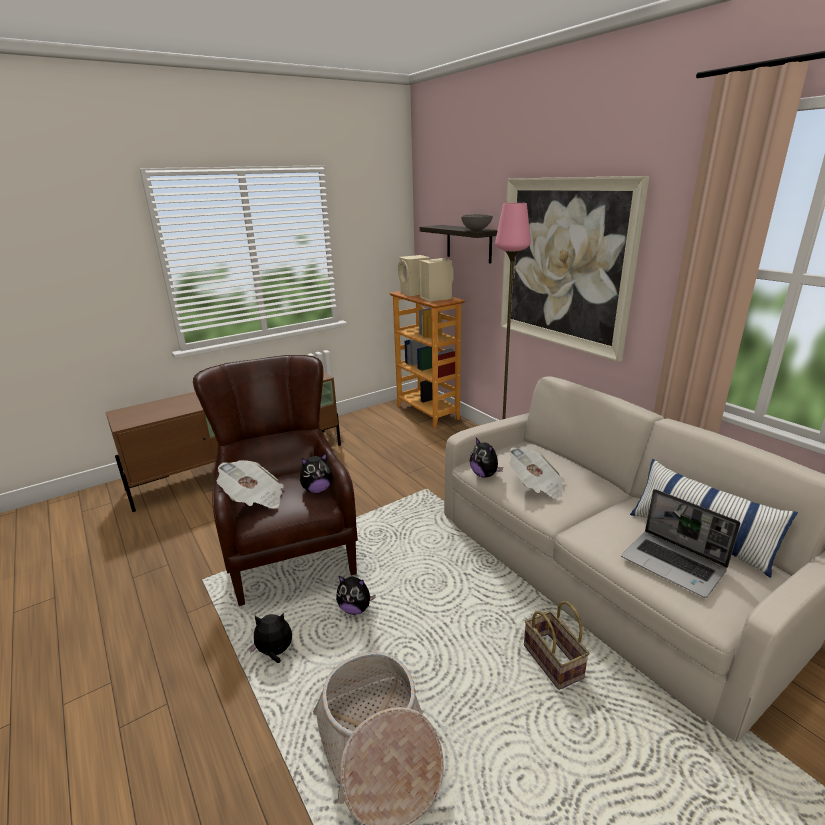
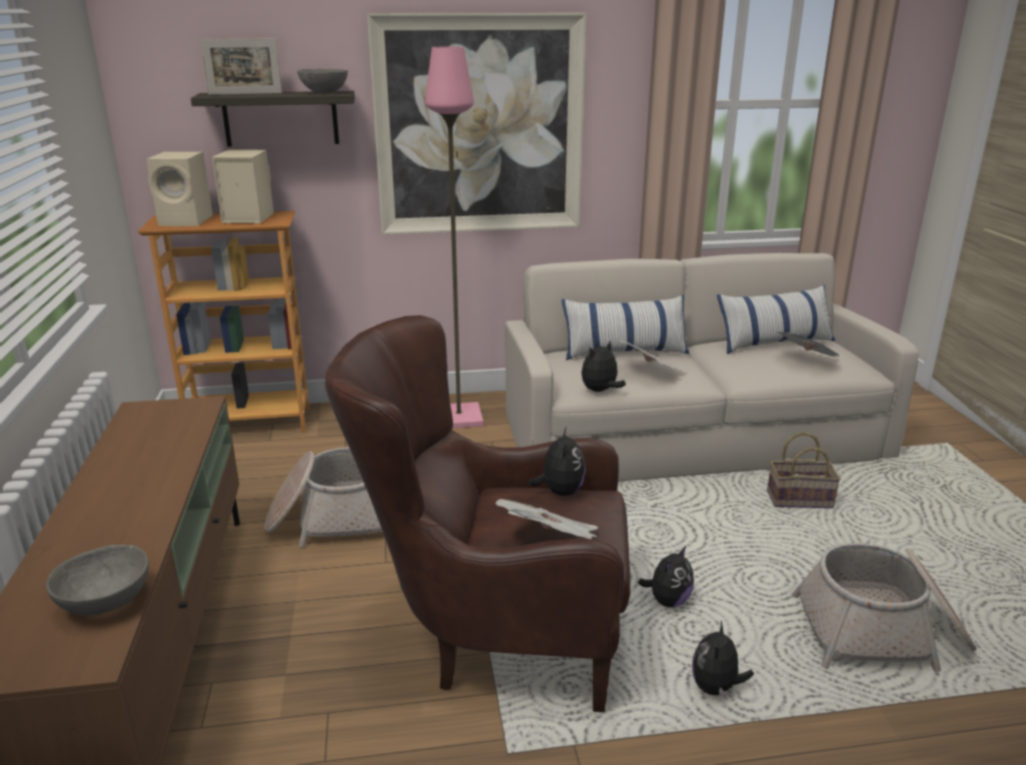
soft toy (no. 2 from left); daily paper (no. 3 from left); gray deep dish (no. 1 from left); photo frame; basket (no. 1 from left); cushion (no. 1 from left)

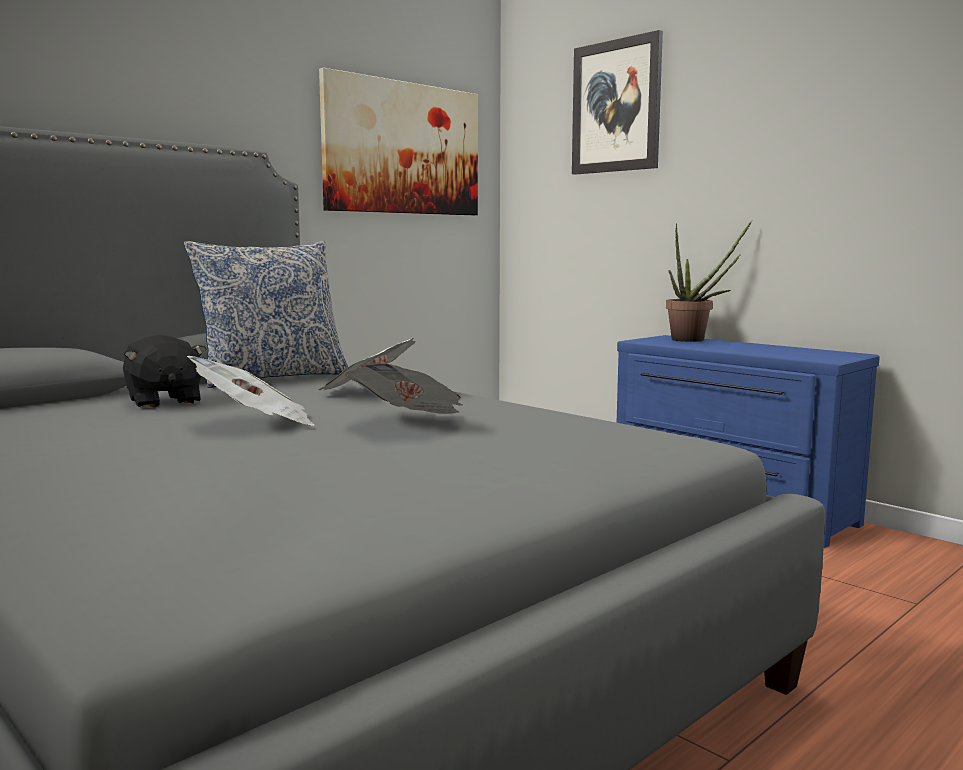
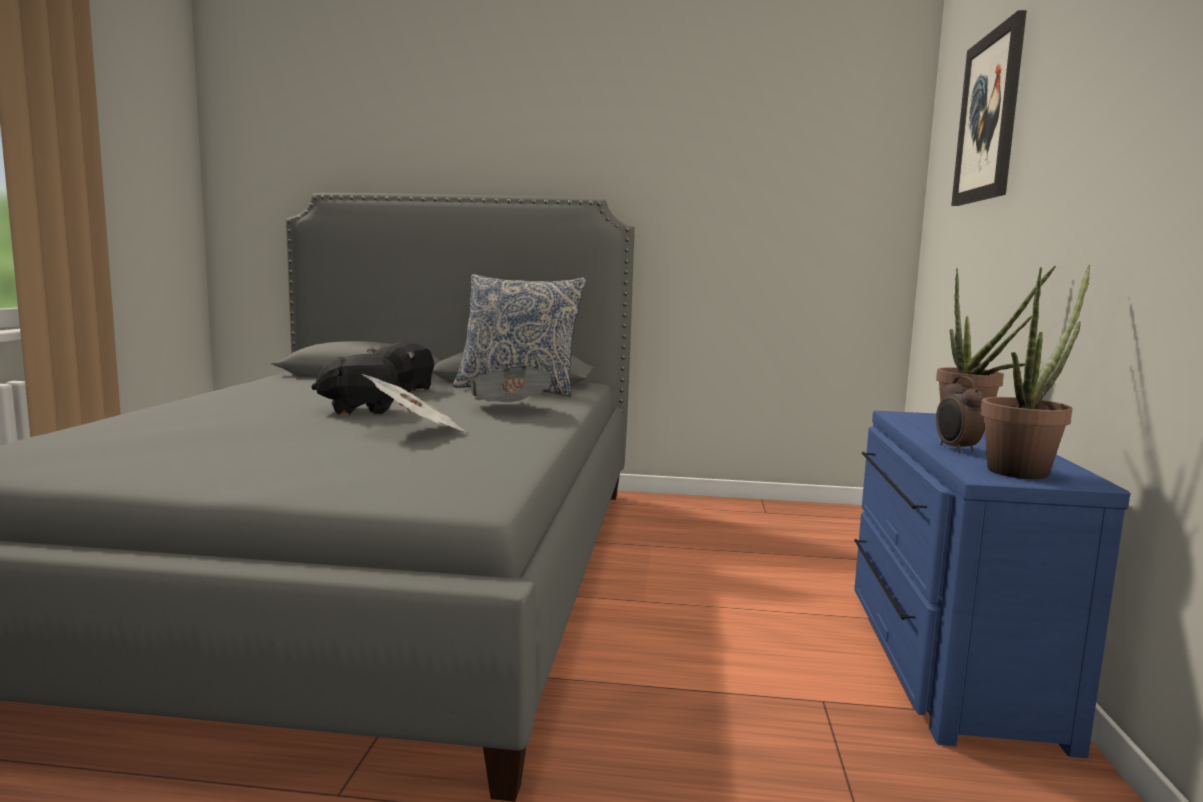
black-coloured soft toy (no. 1 from left); picture (no. 1 from left in the first image); bedside clock; plant in a pot (no. 2 from left)

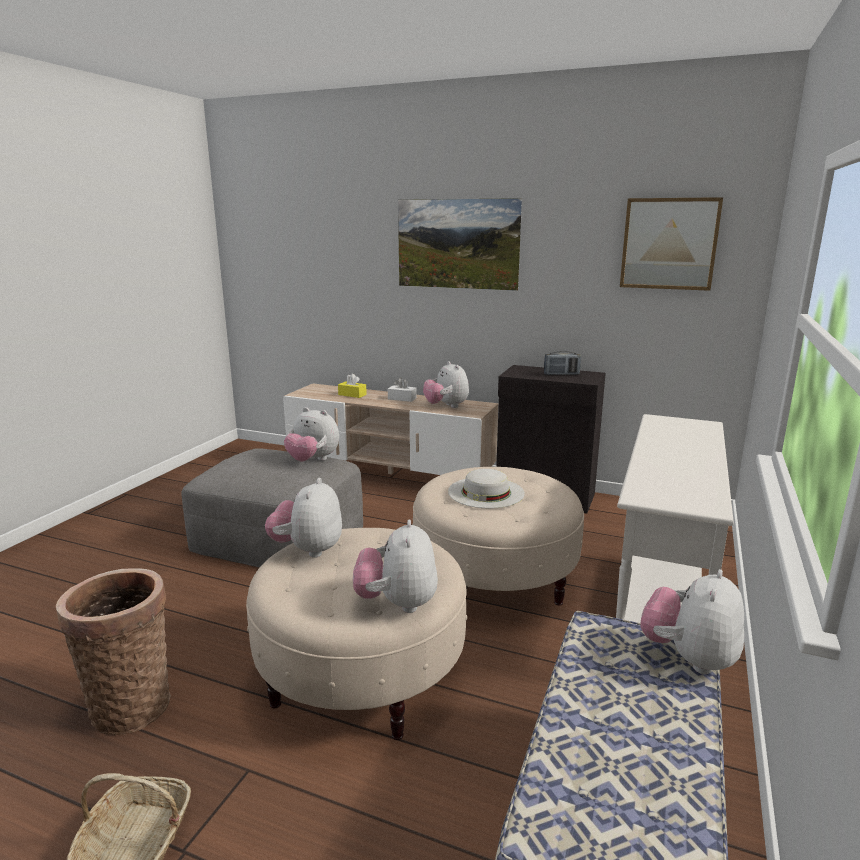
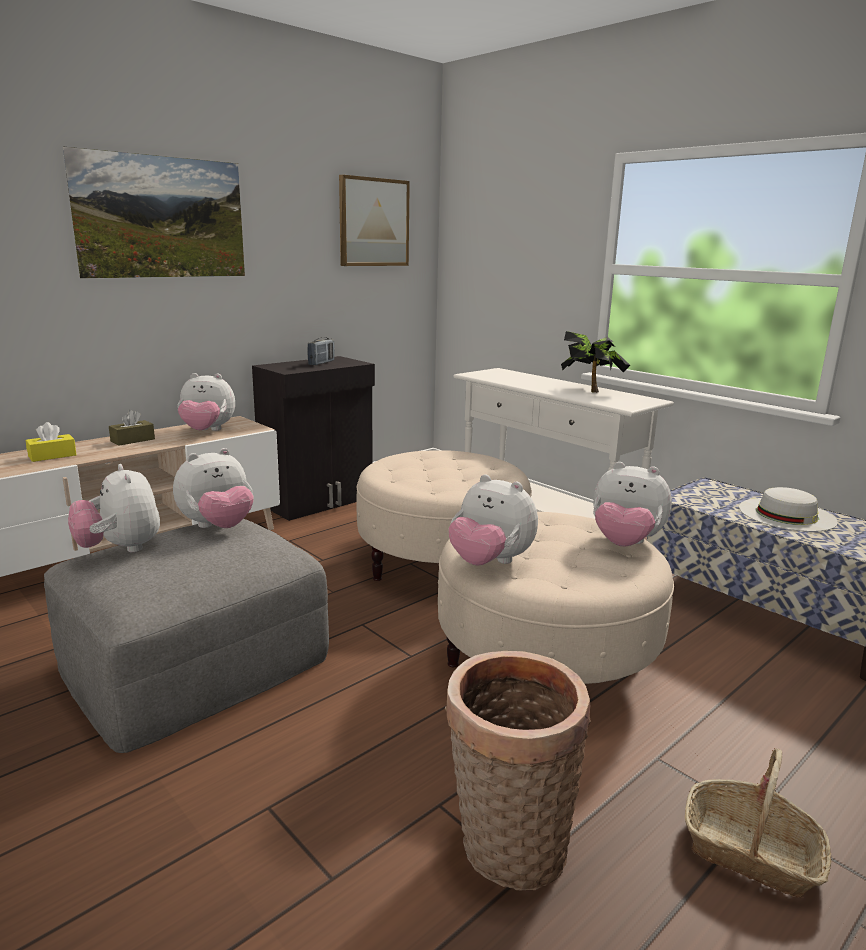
brownish tissue box; white clothing hat; soft toy (no. 1 from left); plant in a pot

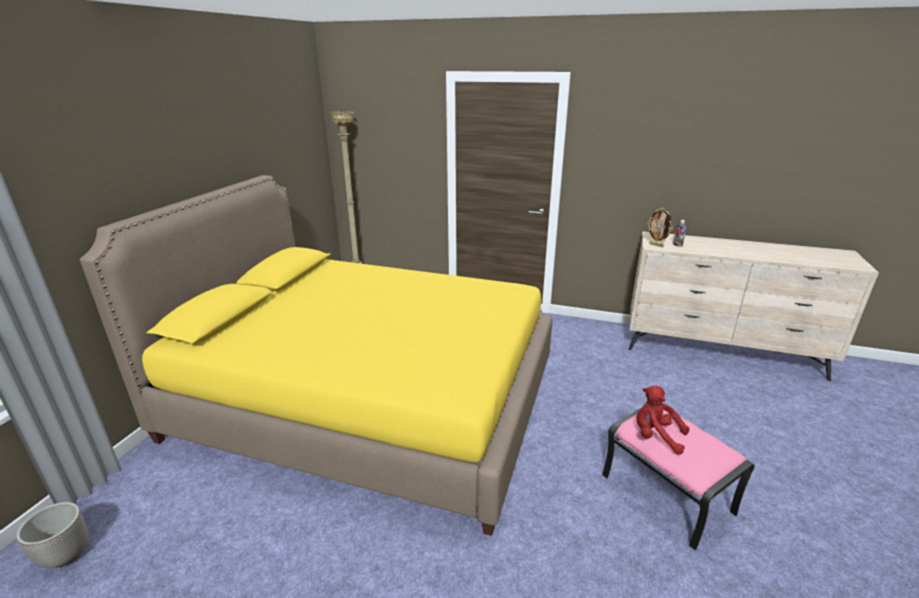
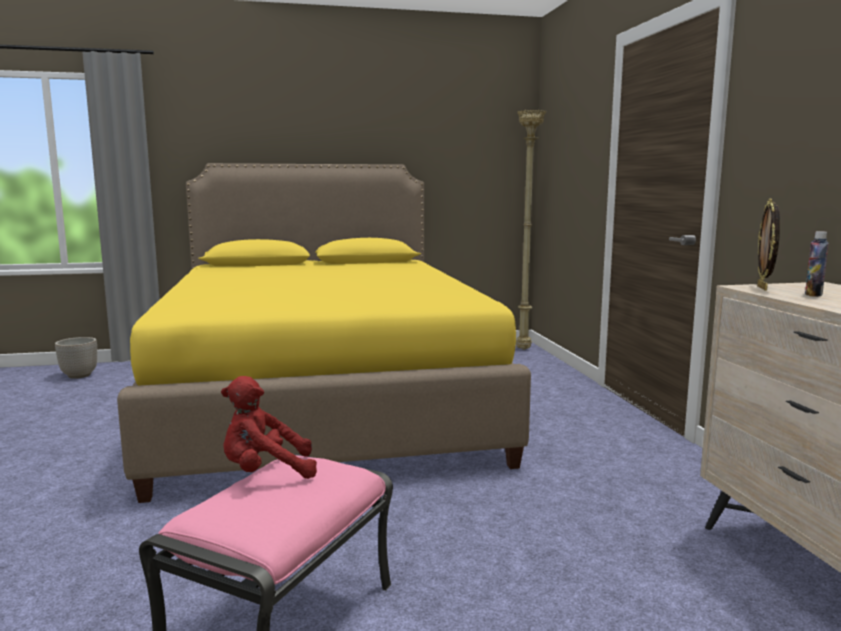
red soft toy

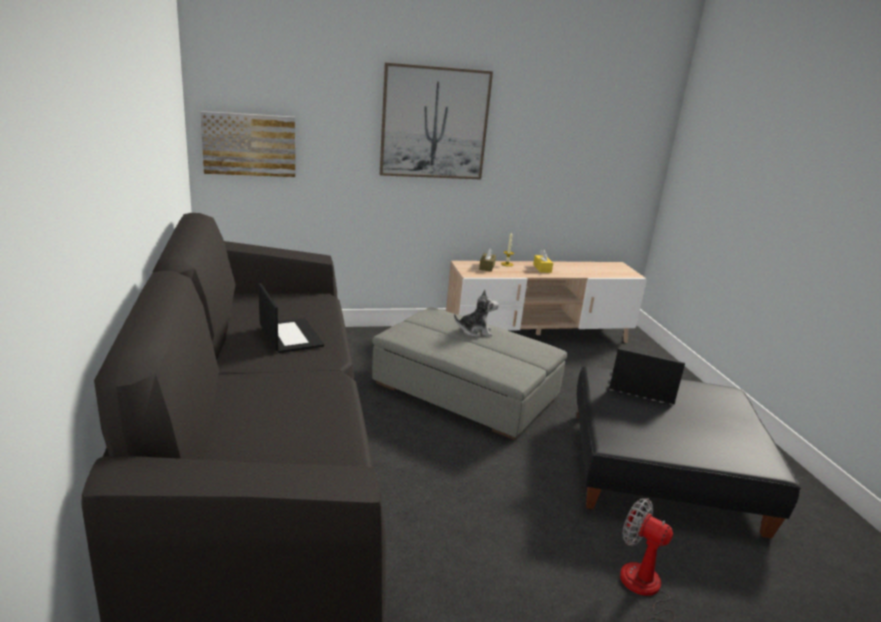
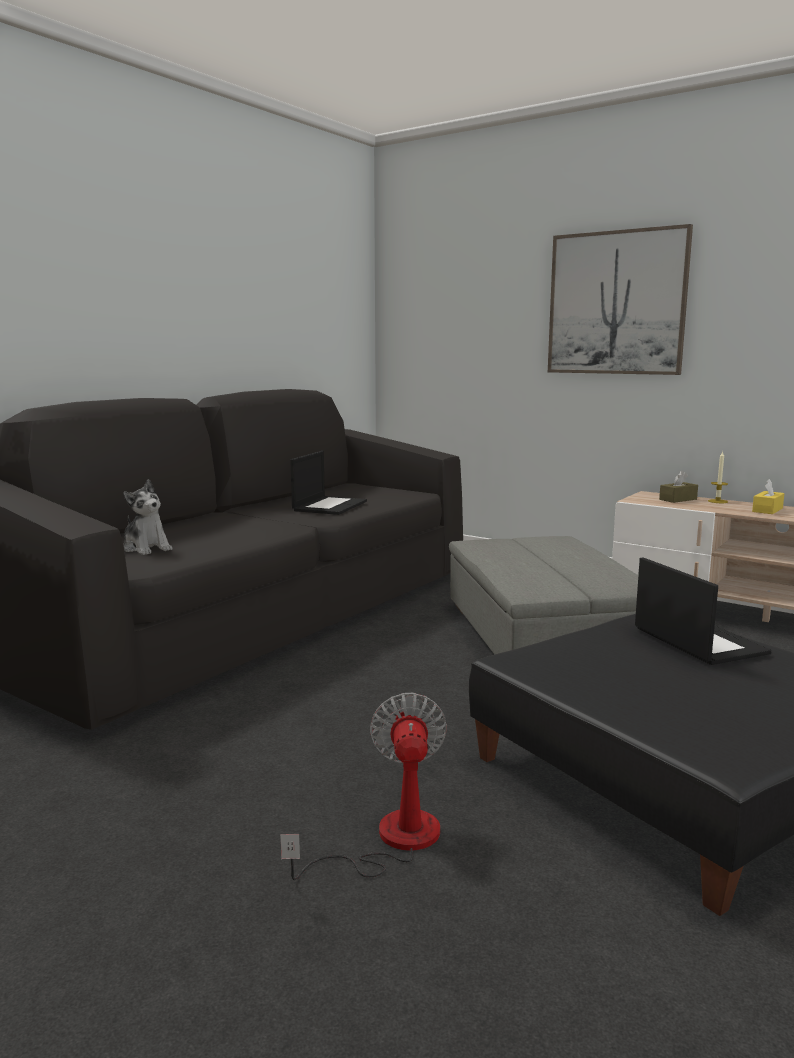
picture (no. 1 from left in the first image); soft toy

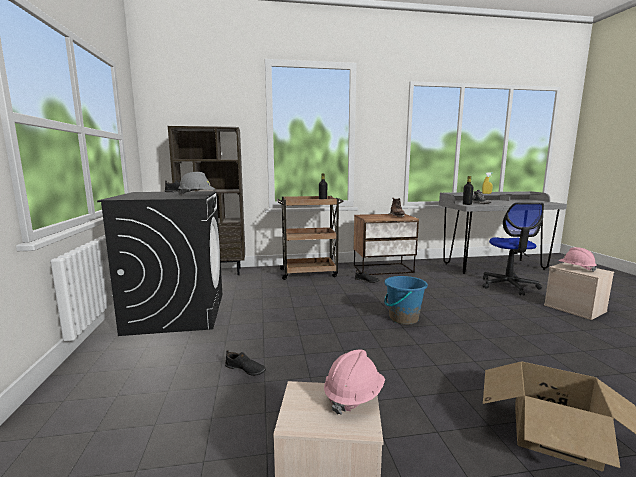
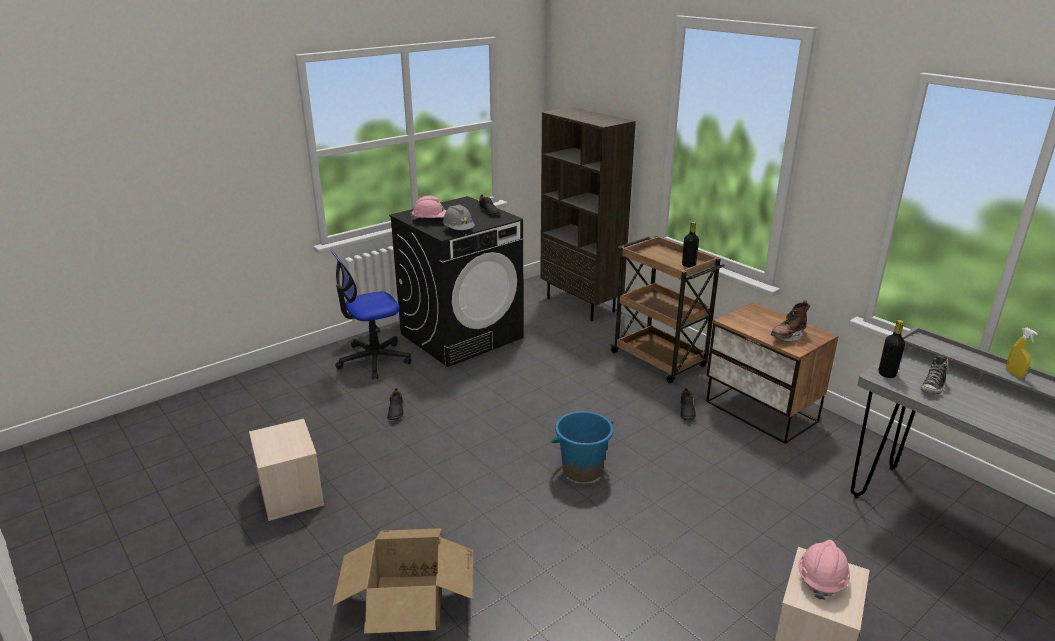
pink-coloured safety helmet (no. 1 from left); office chair

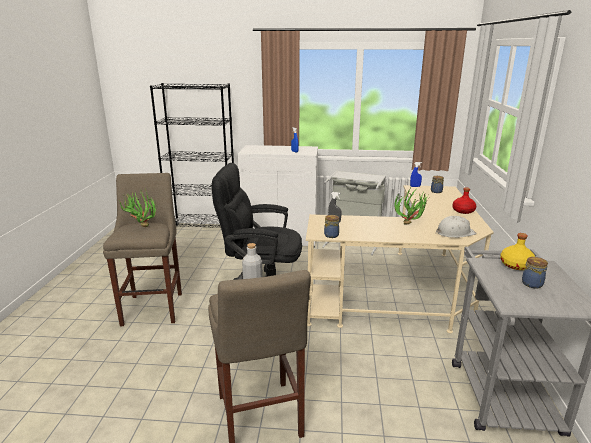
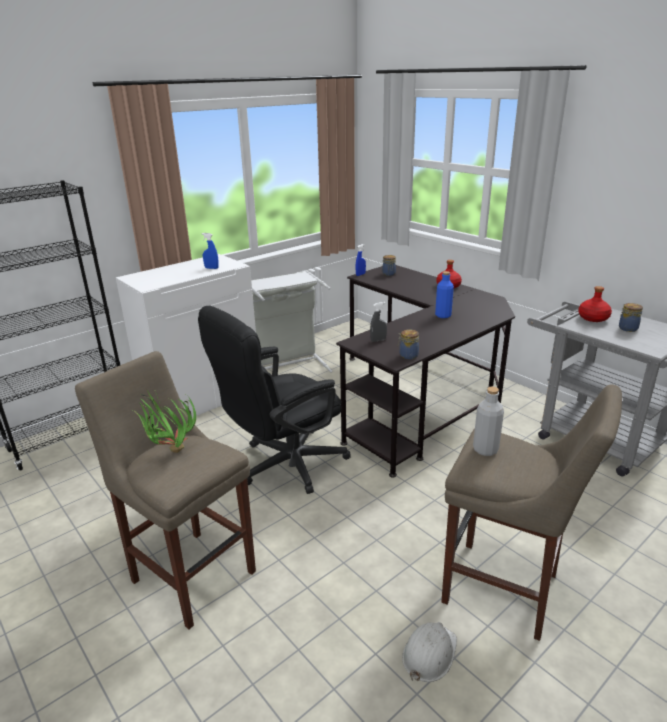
black-coloured desk; blue bottle; white safety helmet; red bottle (no. 2 from left)

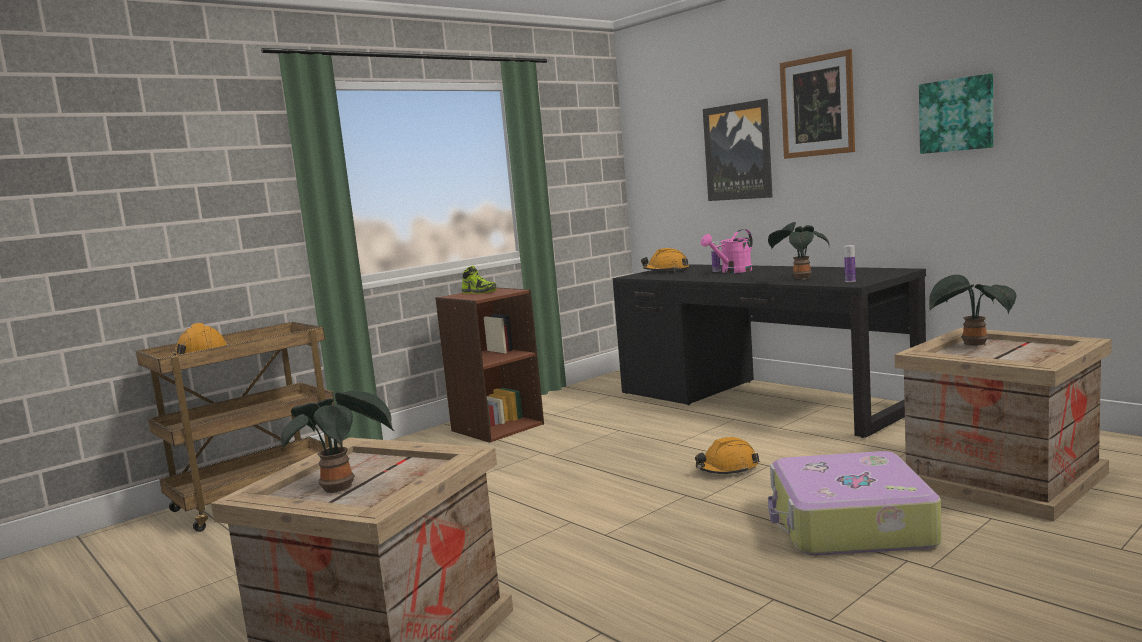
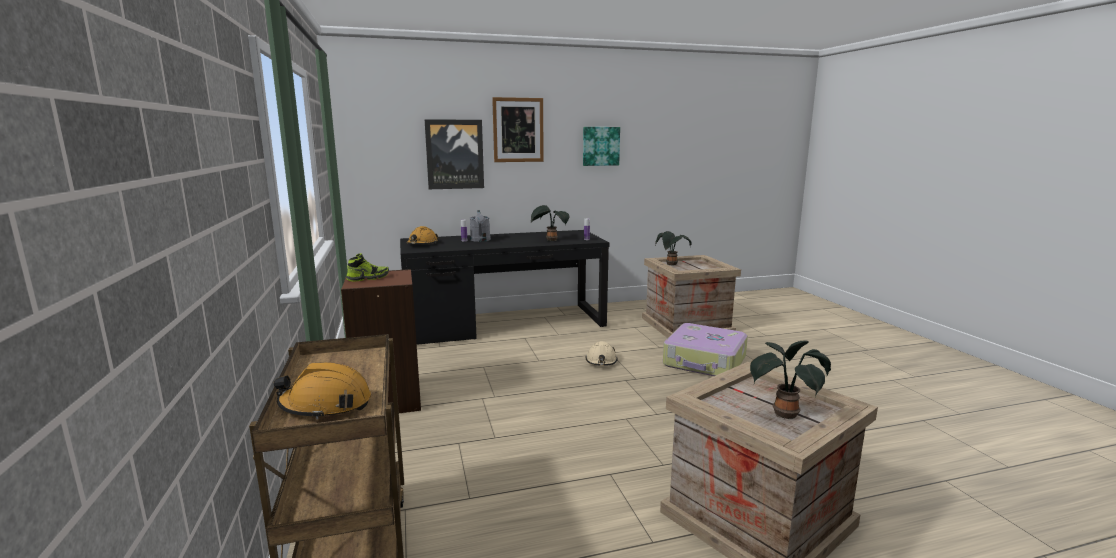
beige safety helmet; gray sprinkling can

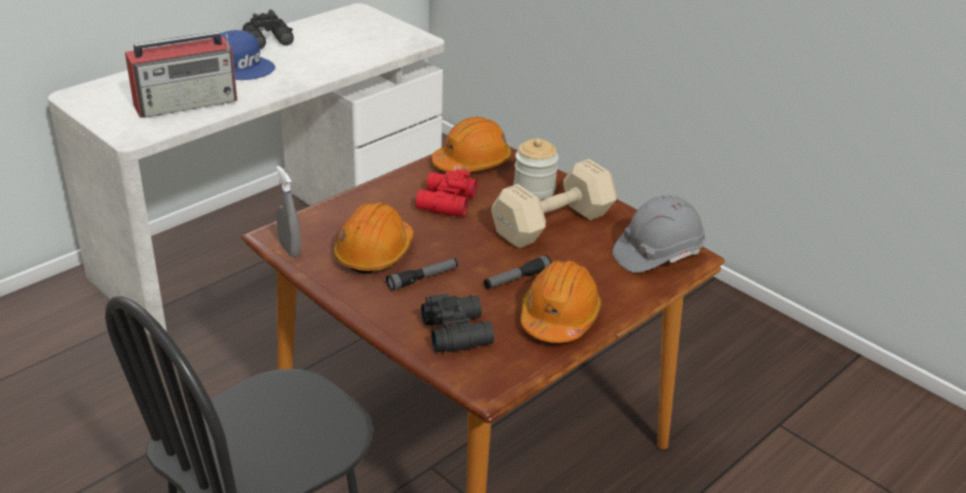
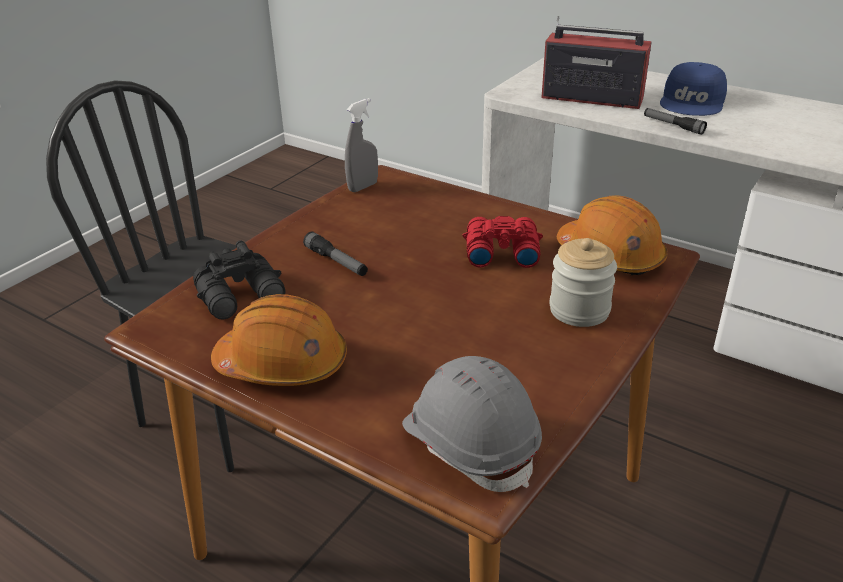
radio; black-coloured pair of binoculars (no. 1 from left in the first image); orange safety helmet (no. 1 from left in the first image); torch (no. 2 from left); beige hand weight

